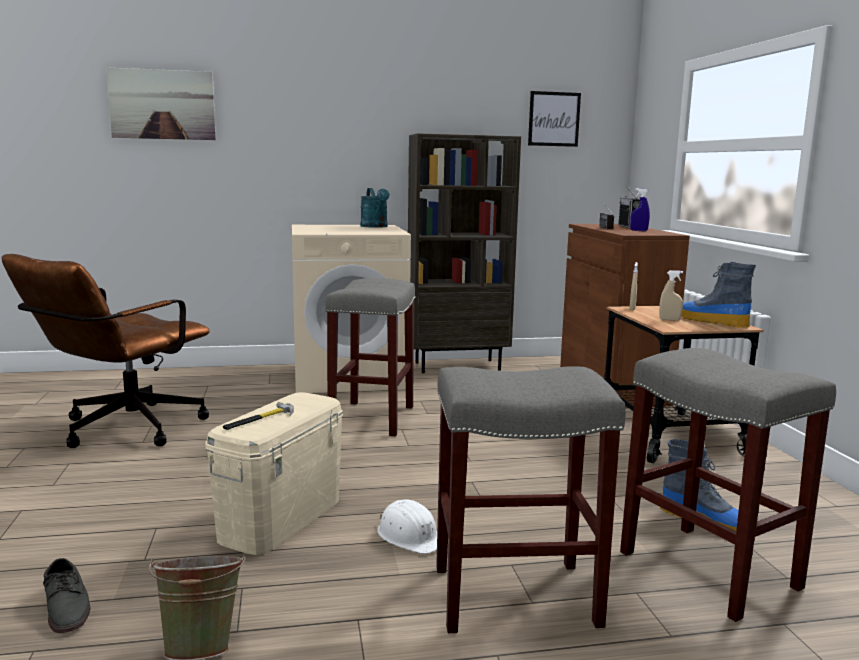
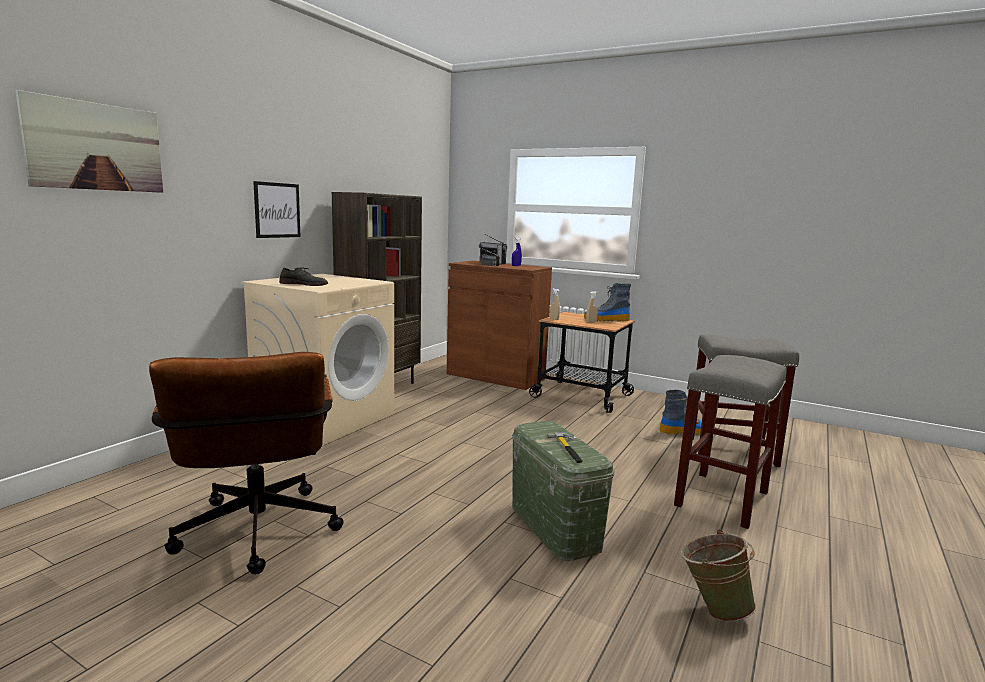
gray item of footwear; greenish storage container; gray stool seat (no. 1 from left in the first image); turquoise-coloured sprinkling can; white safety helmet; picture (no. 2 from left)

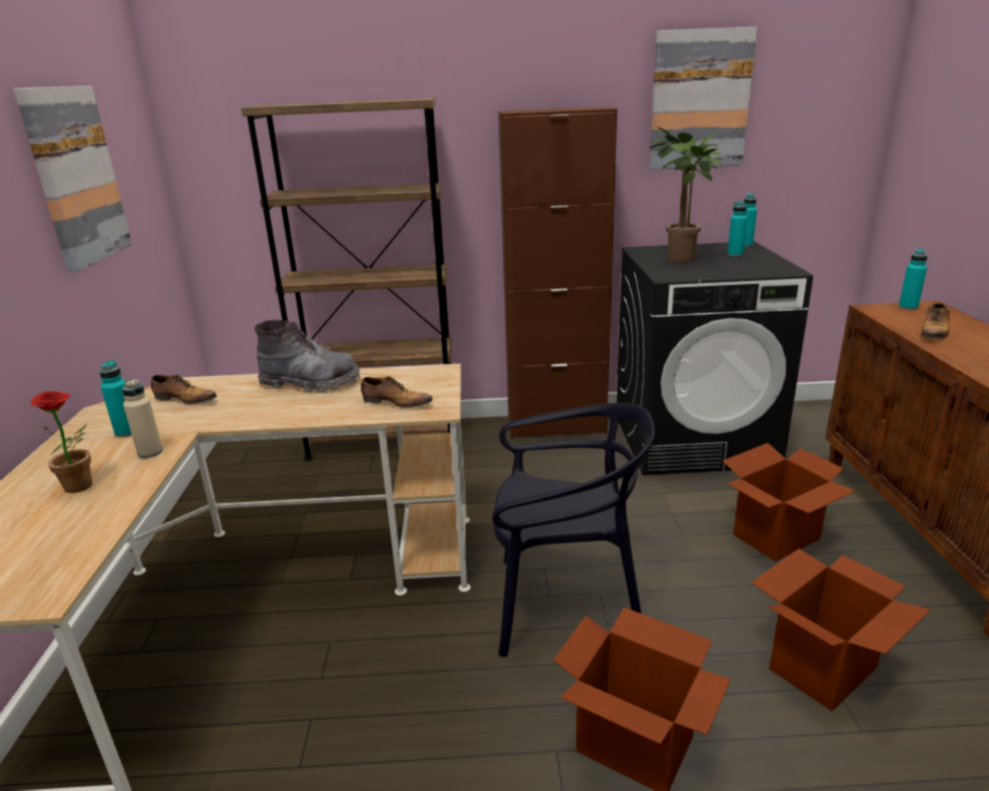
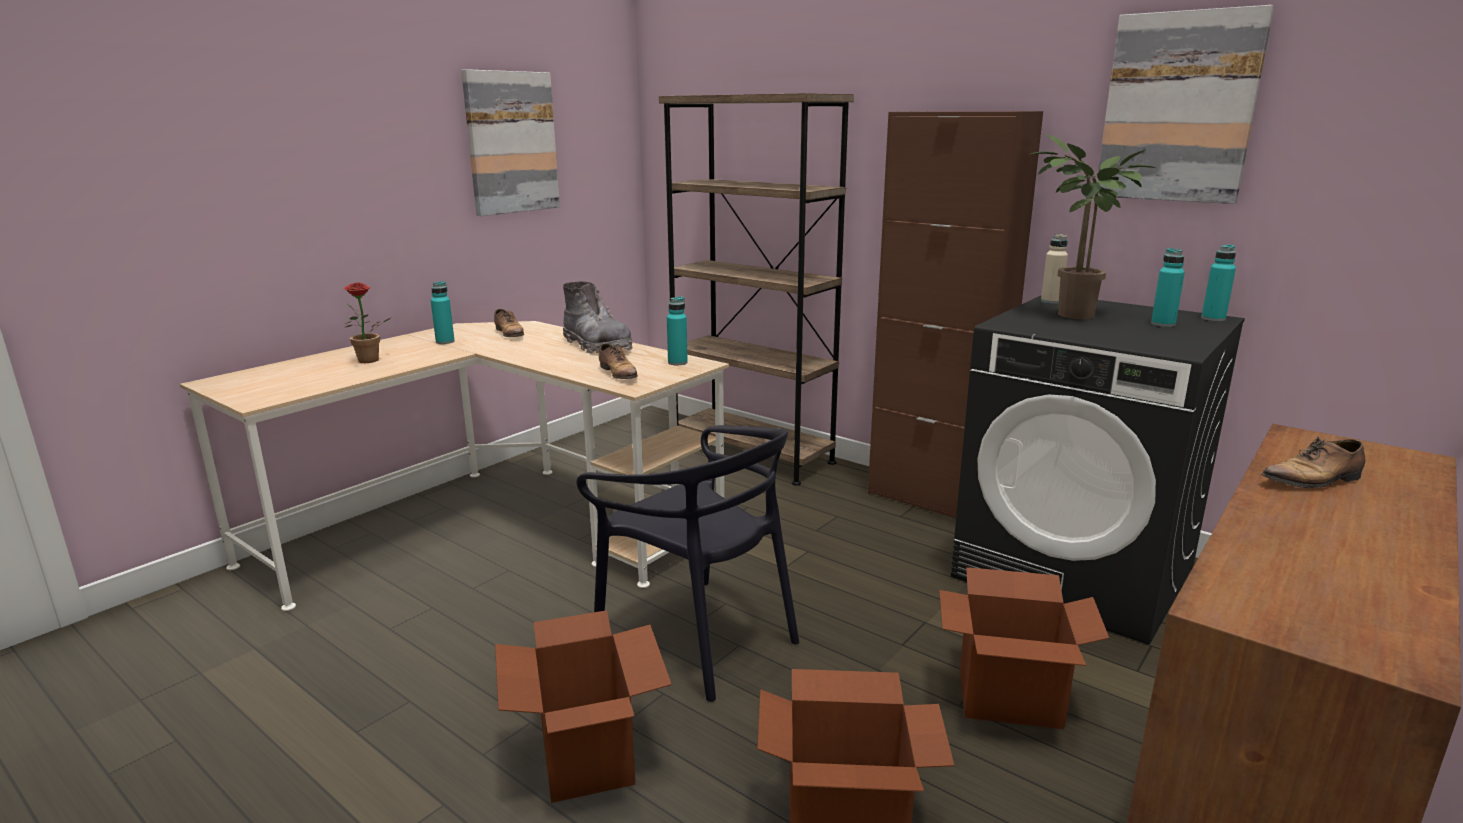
beige bottle; turquoise-coloured bottle (no. 2 from left)

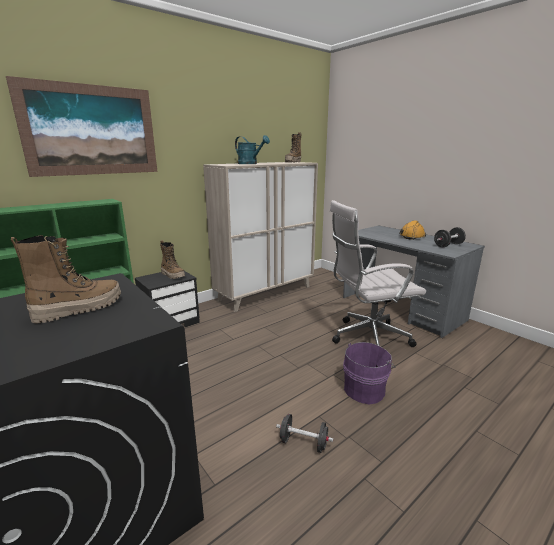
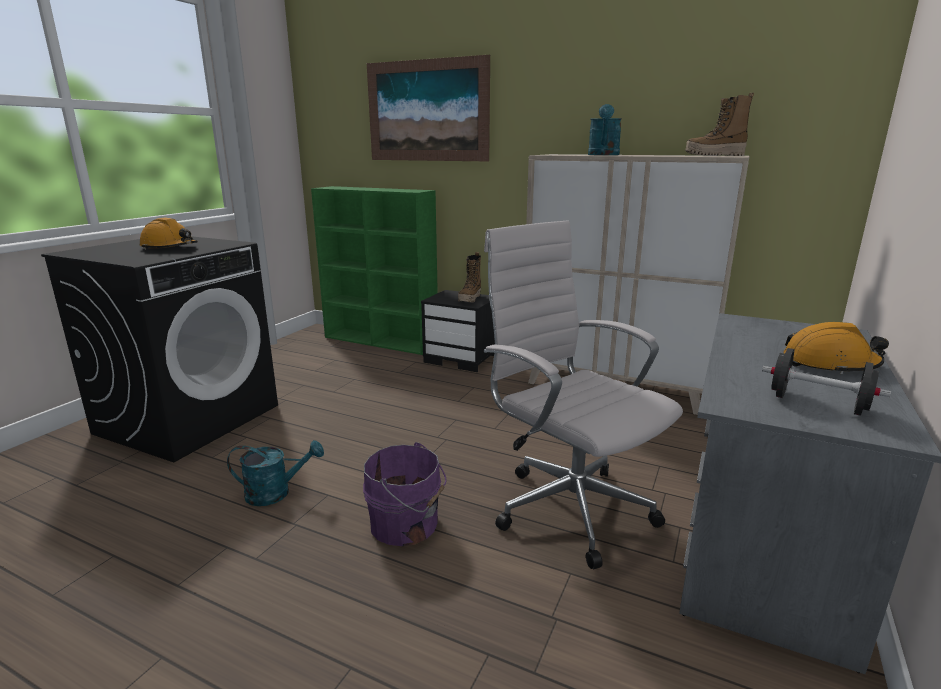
orange safety helmet (no. 1 from left); turquoise-coloured sprinkling can (no. 1 from left)

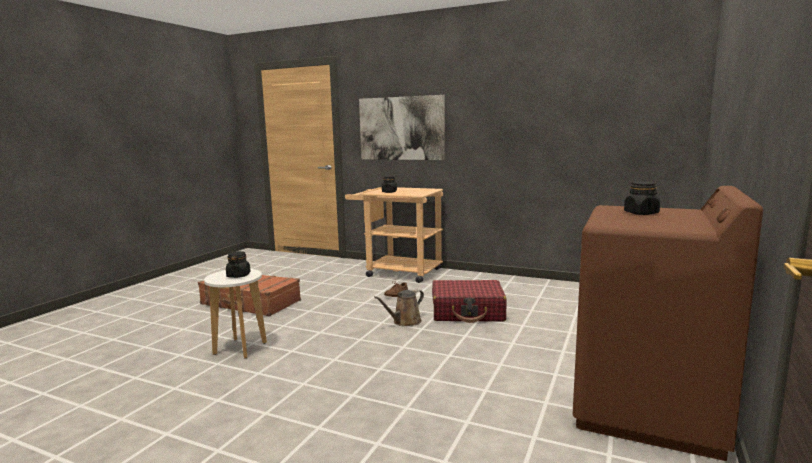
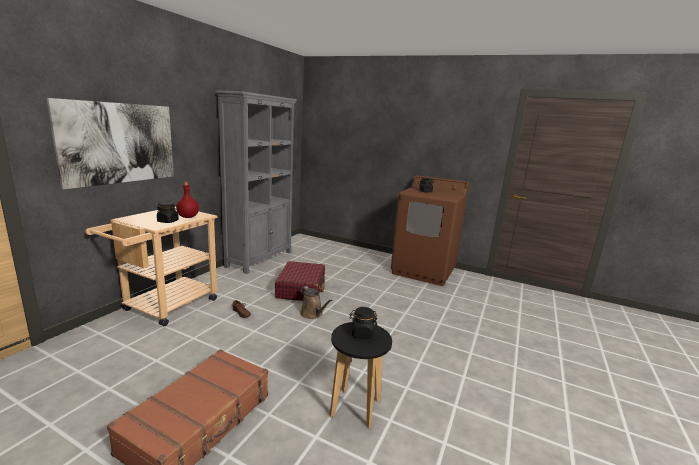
black-coloured stool seat; red bottle; gray shelving unit

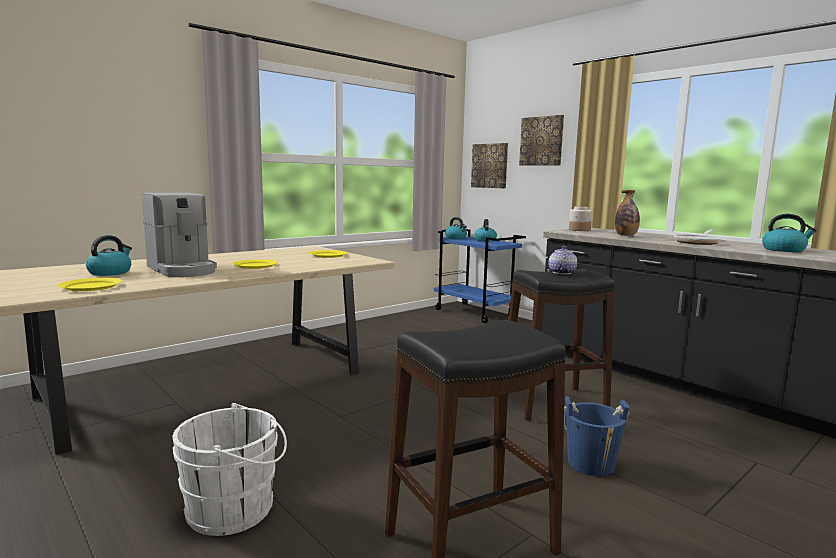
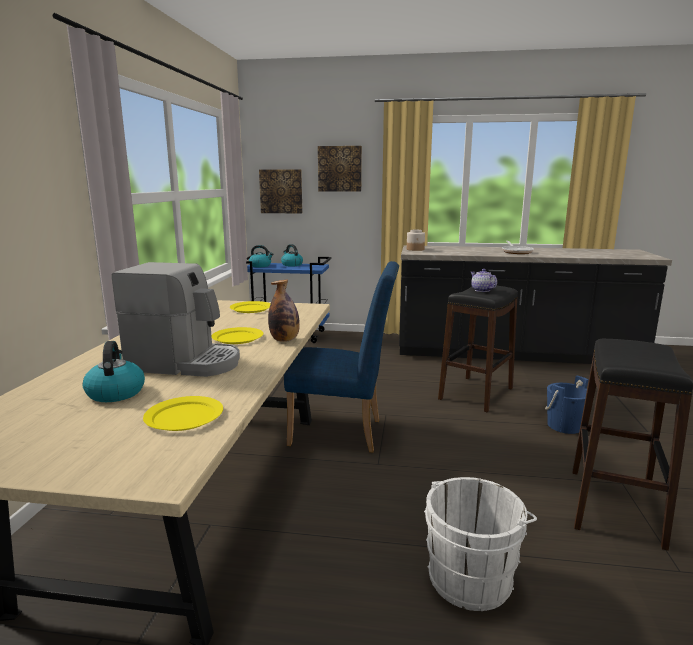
bottle; kettle (no. 4 from left in the first image); blue upright chair

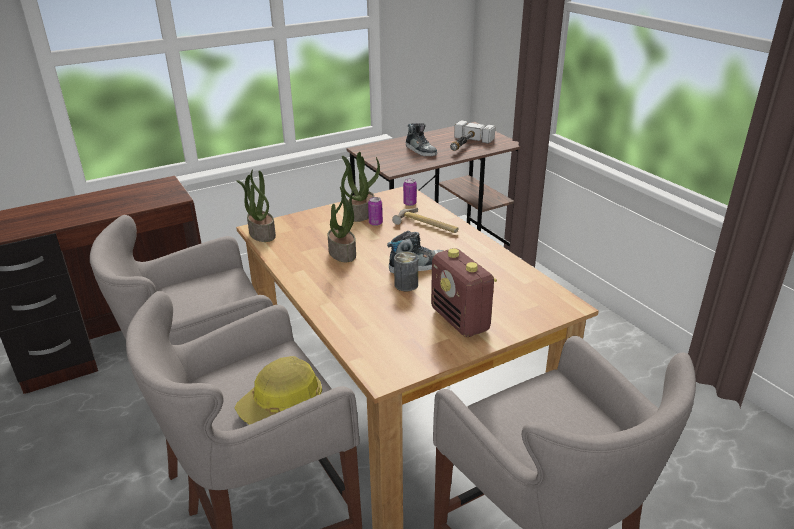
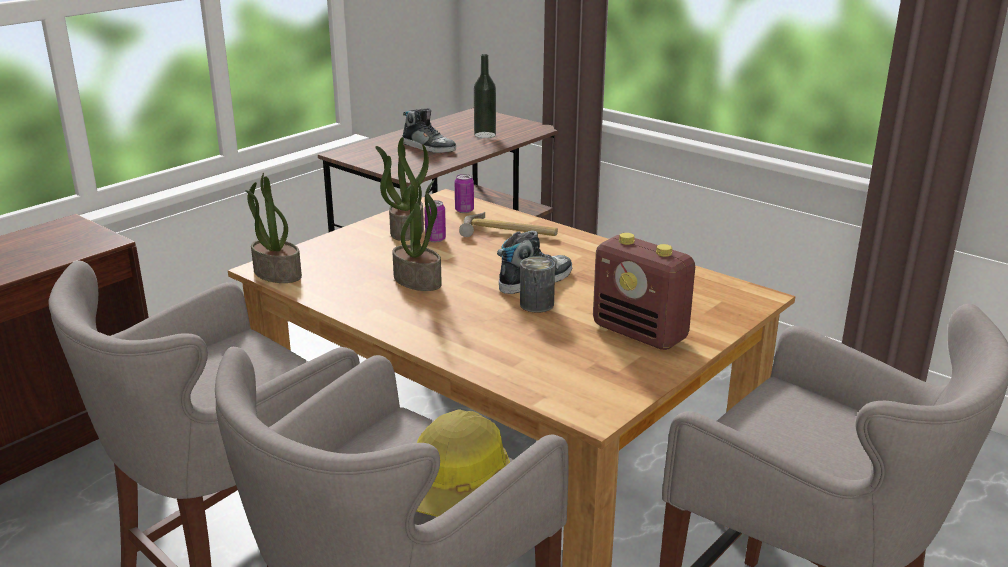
bottle

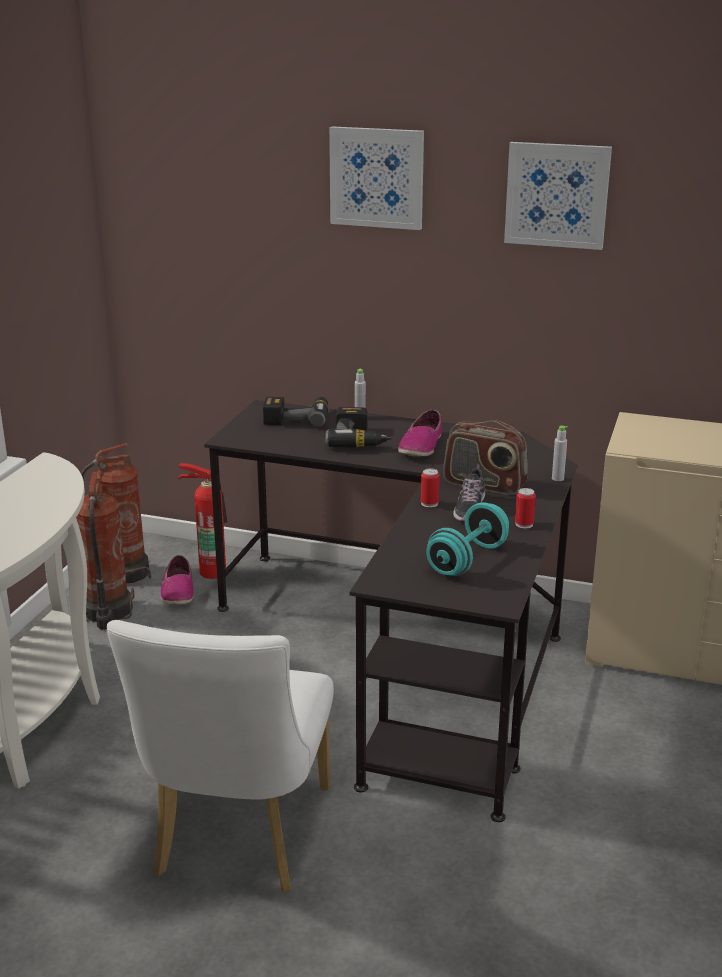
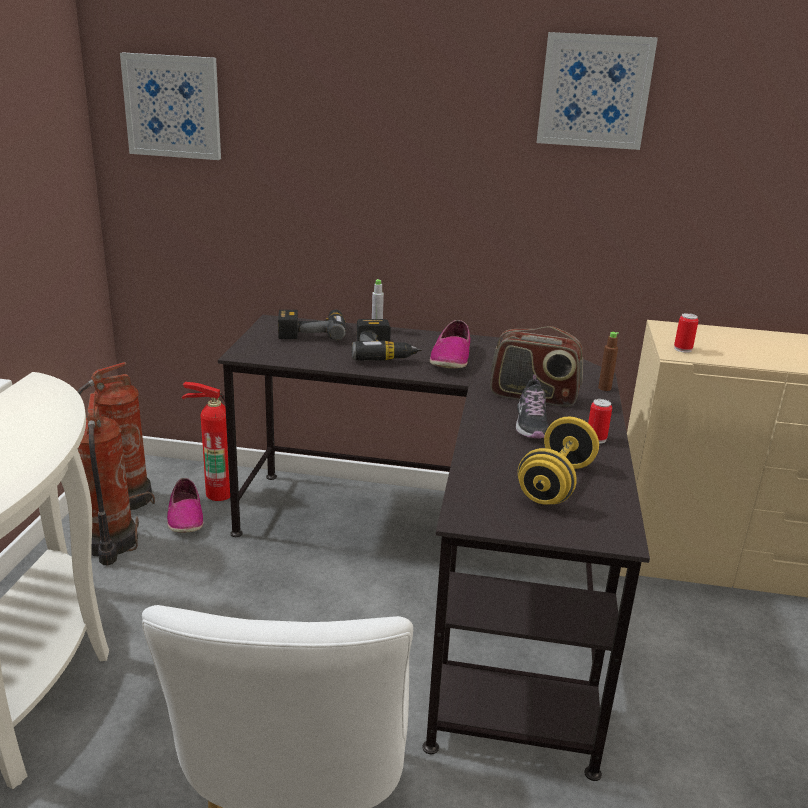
picture (no. 1 from left); sealed can (no. 2 from left); yellow-coloured hand weight; brownish bottle

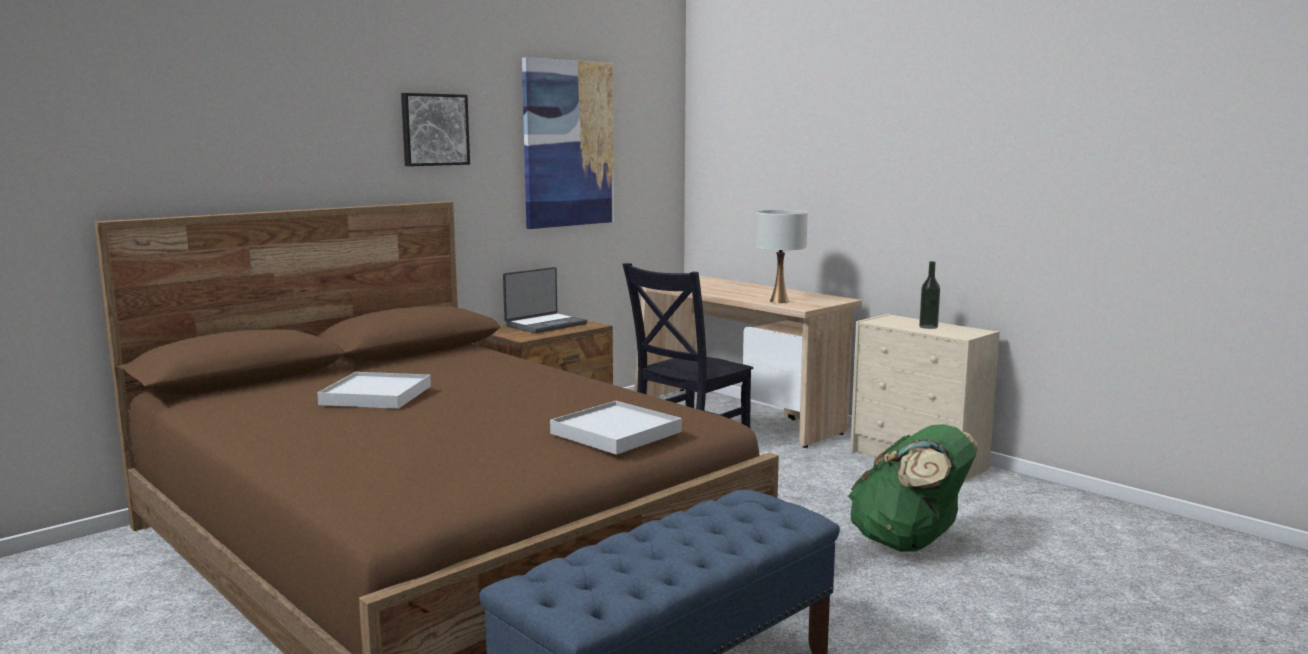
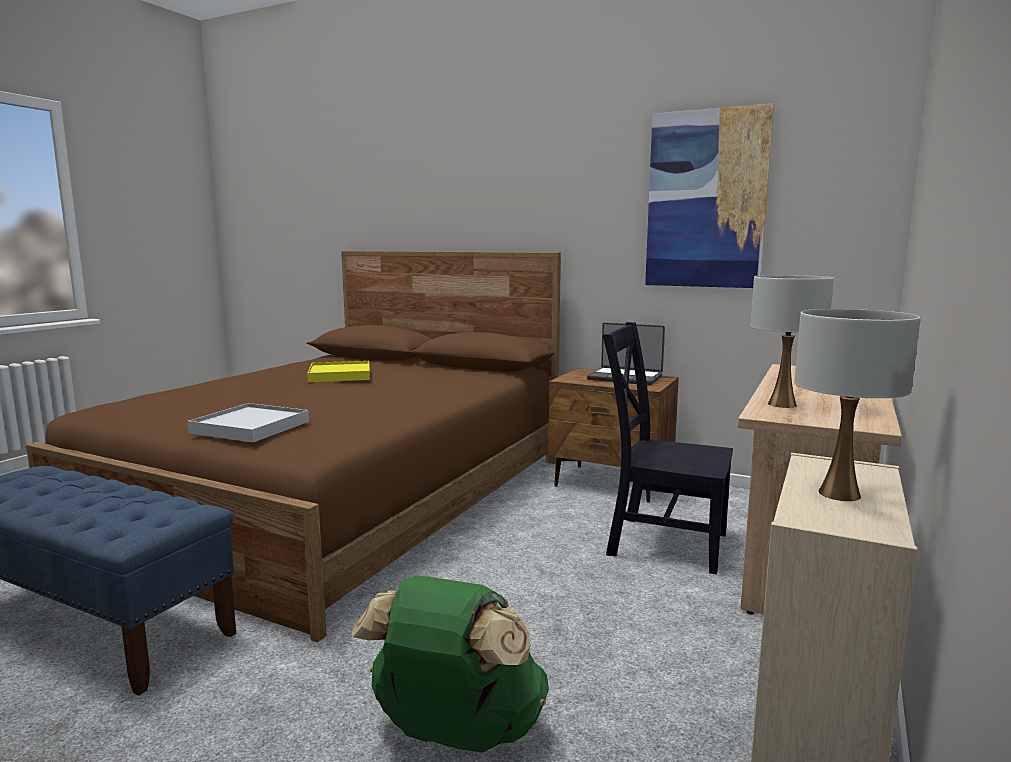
yellow-coloured carrying tray; picture (no. 1 from left in the first image); white table lamp (no. 2 from left)

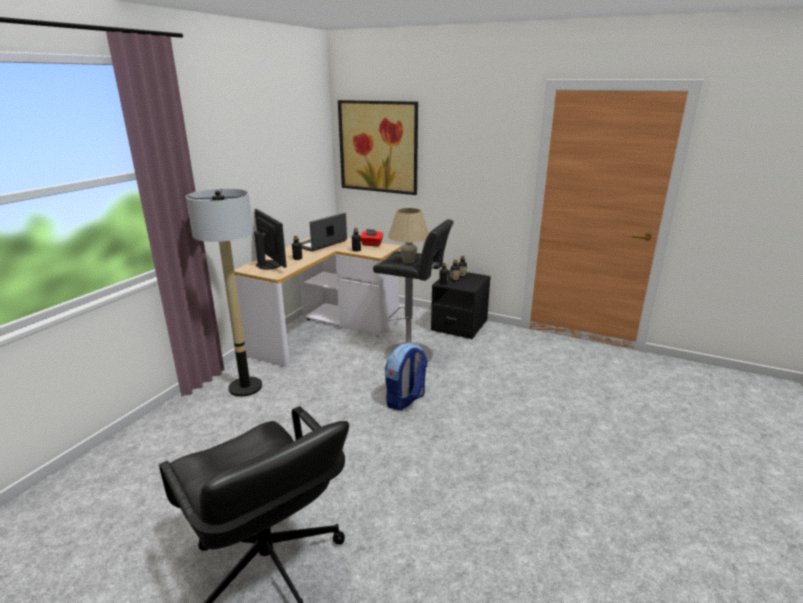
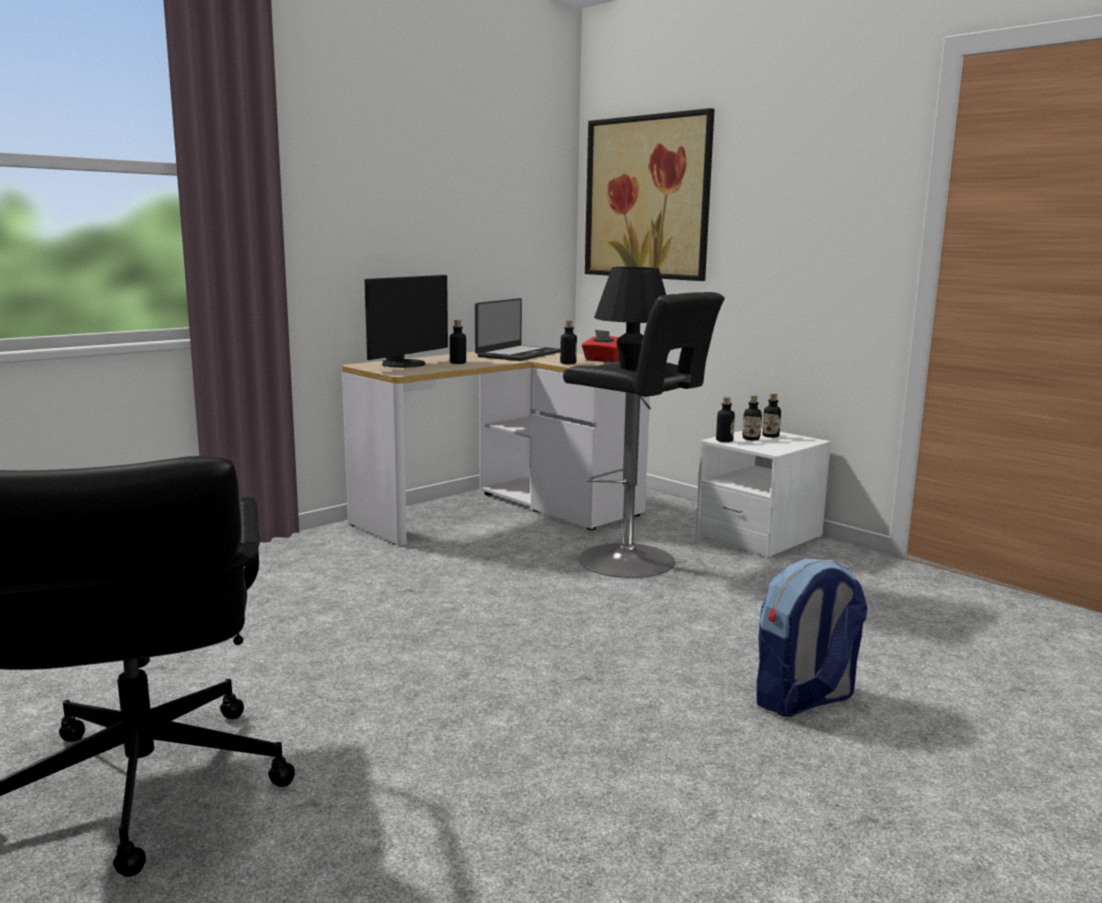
standing lamp; monitor; laptop; rucksack; black-coloured table lamp; white night table

